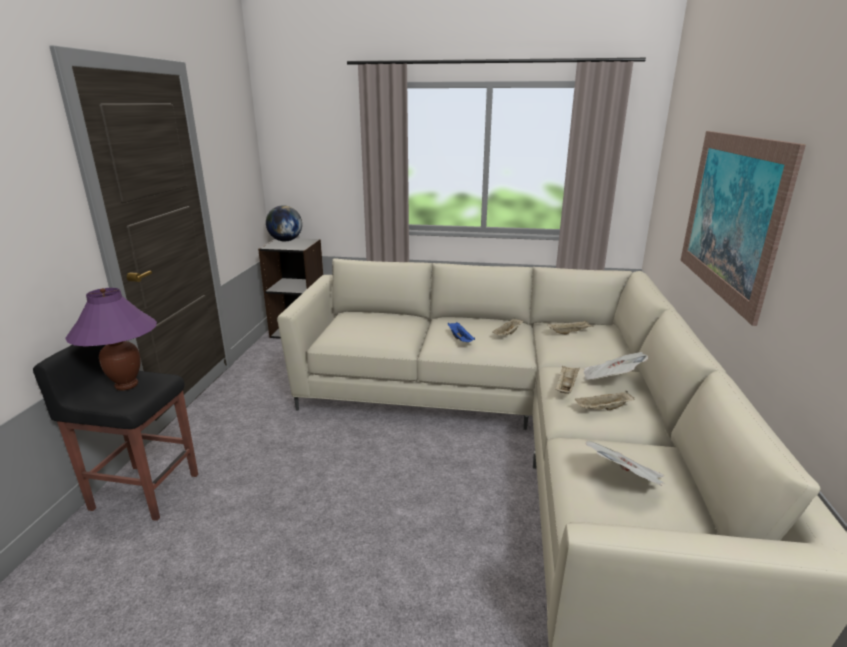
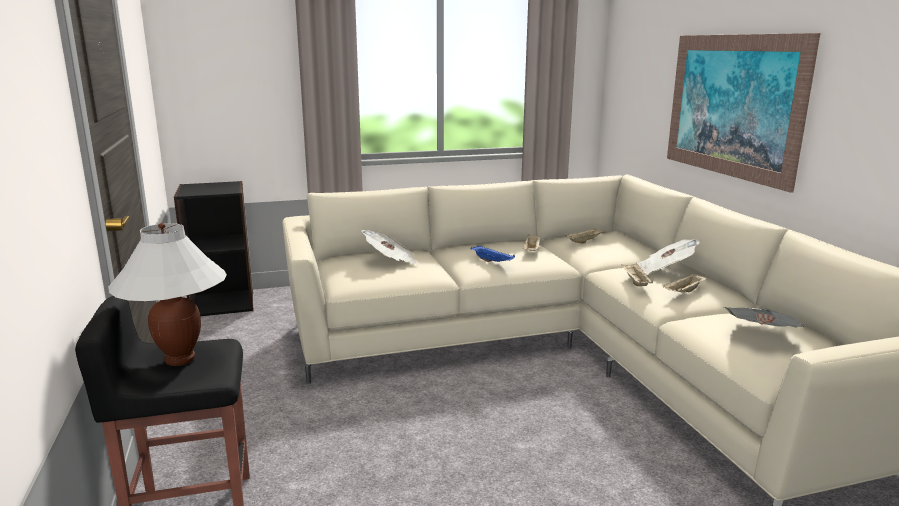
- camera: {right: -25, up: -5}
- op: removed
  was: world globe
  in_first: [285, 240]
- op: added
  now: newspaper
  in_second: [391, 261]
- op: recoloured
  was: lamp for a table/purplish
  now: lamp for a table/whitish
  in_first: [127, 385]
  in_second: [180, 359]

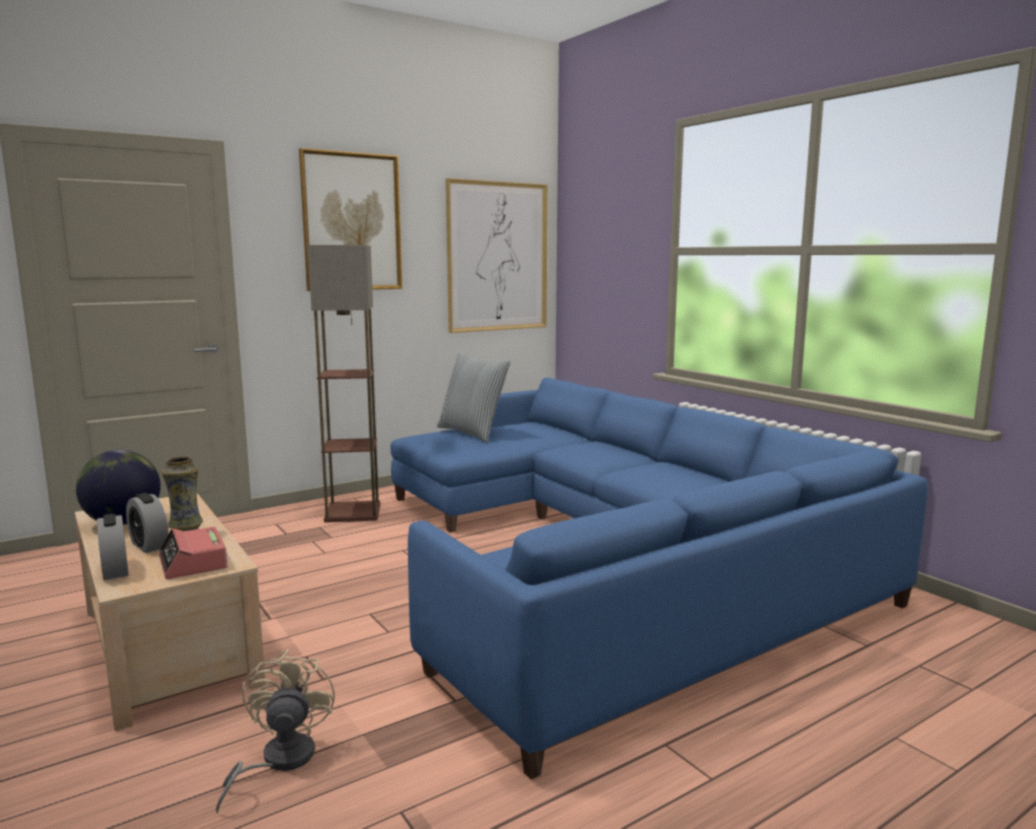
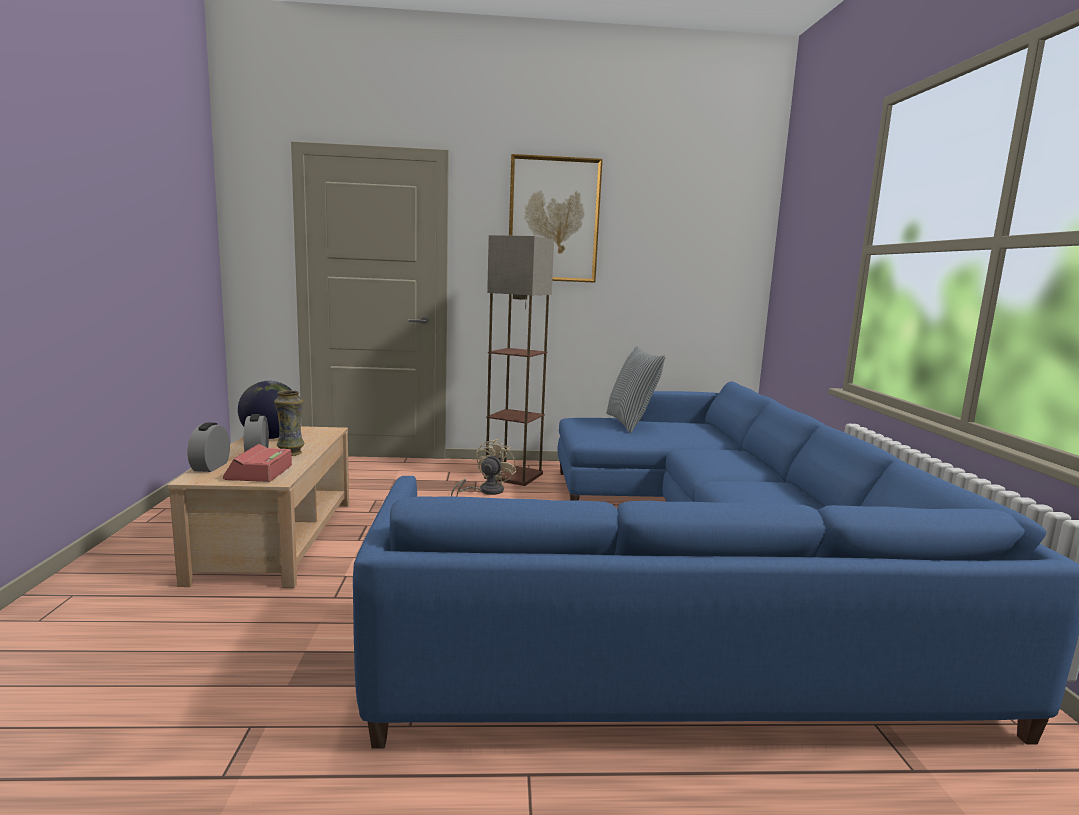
- camera: {right: 30, up: 0}
- op: removed
  was: wall art
  in_first: [497, 257]
- op: moved
  was: cooling fan/sand-coloured
  in_first: [278, 761]
  in_second: [485, 491]

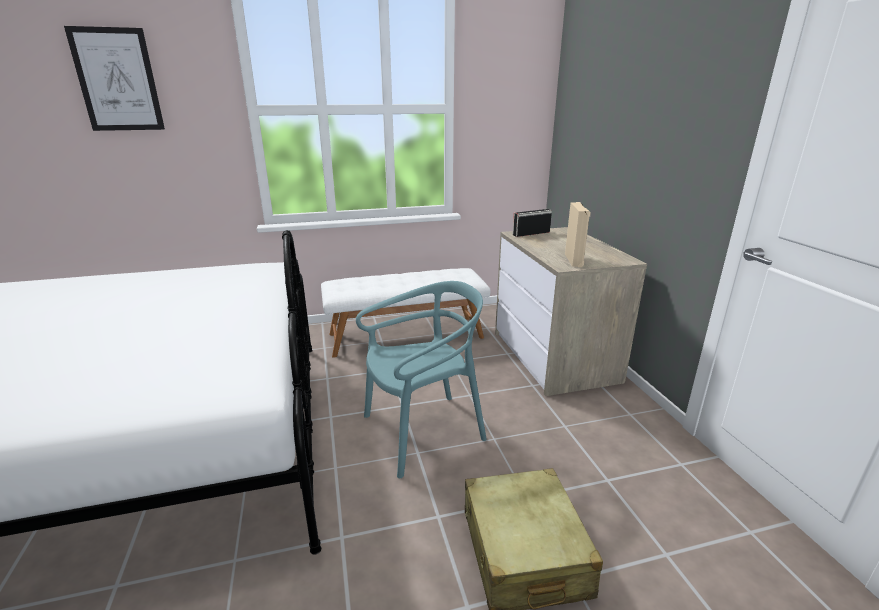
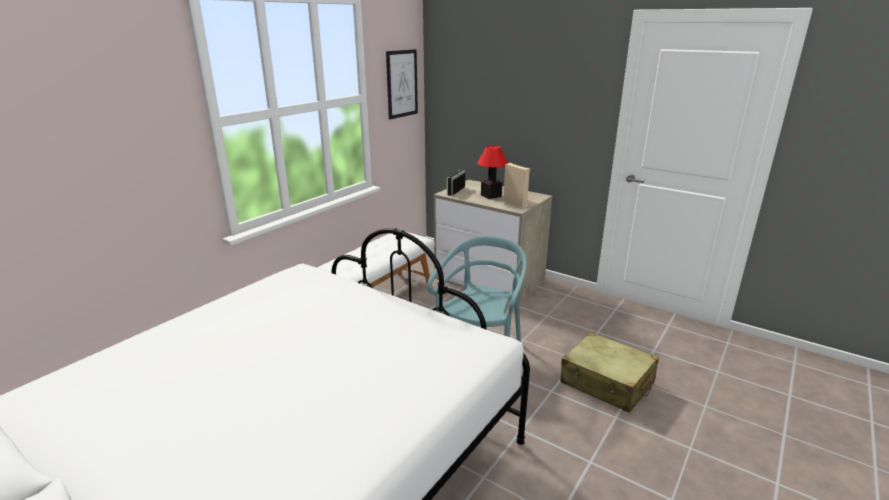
- camera: {right: -40, up: 0}
- op: added
  now: lamp for a table
  in_second: [491, 196]
- op: moved
  was: wall art
  in_first: [117, 80]
  in_second: [402, 84]

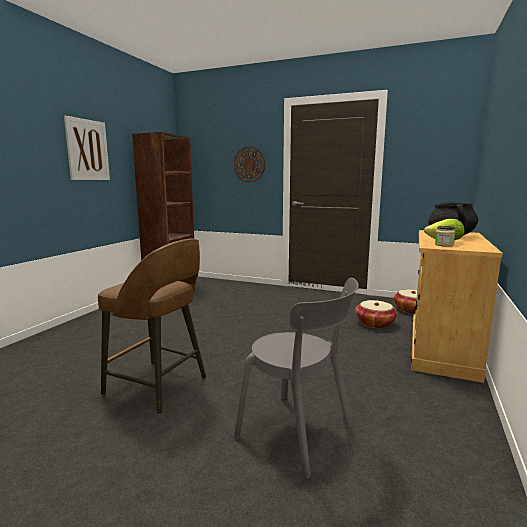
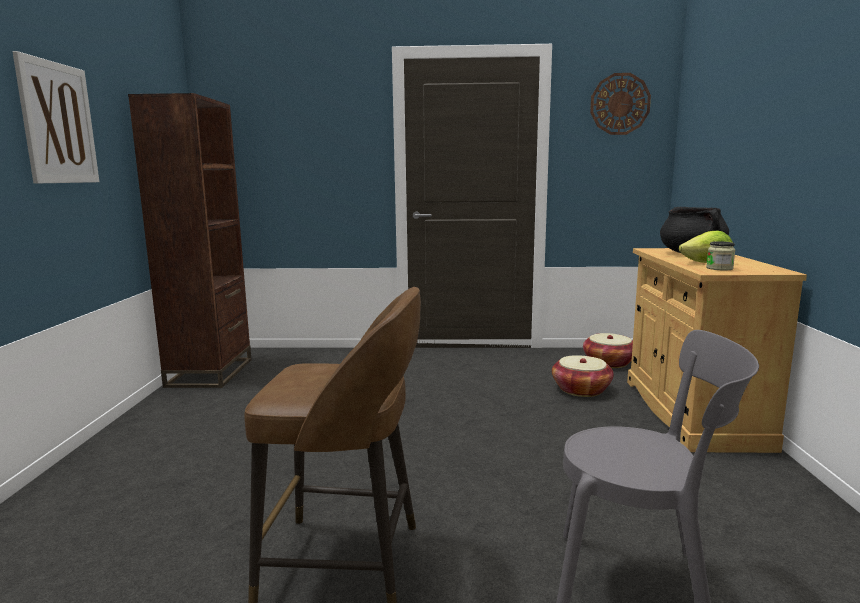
- camera: {right: -20, up: 0}
- op: moved
  was: hanging clock
  in_first: [249, 164]
  in_second: [620, 104]

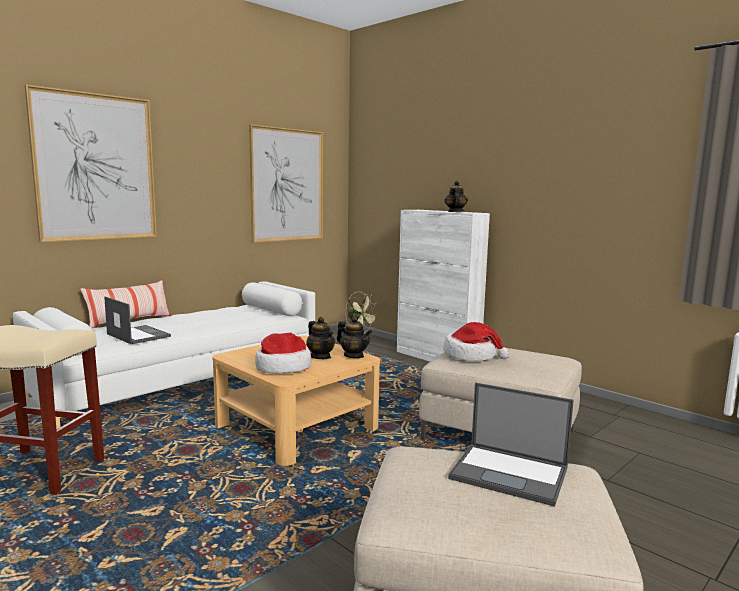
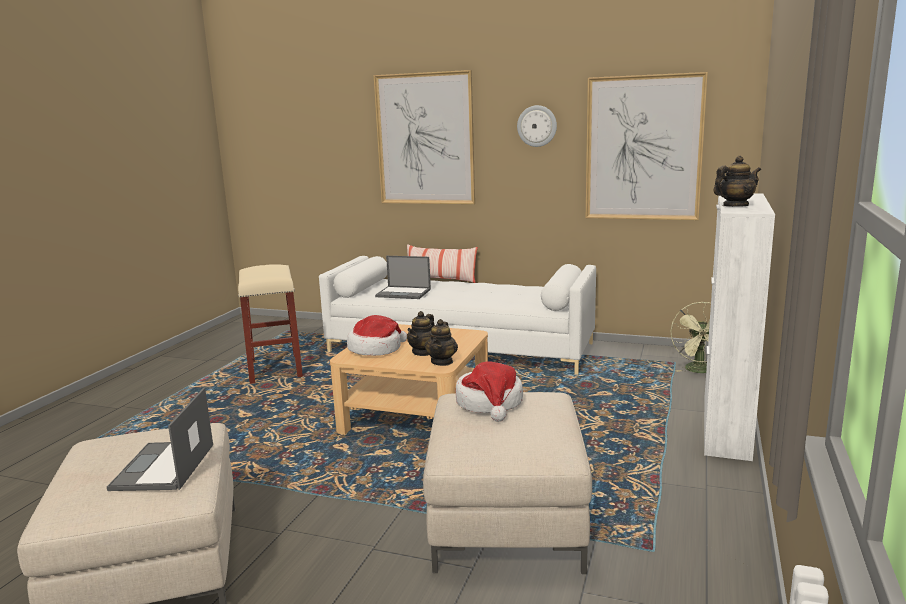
- camera: {right: 65, up: 5}
- op: added
  now: hanging clock
  in_second: [537, 126]
- op: turned
  was: notebook computer
  in_first: [138, 335]
  in_second: [404, 293]
  clockwise: 90

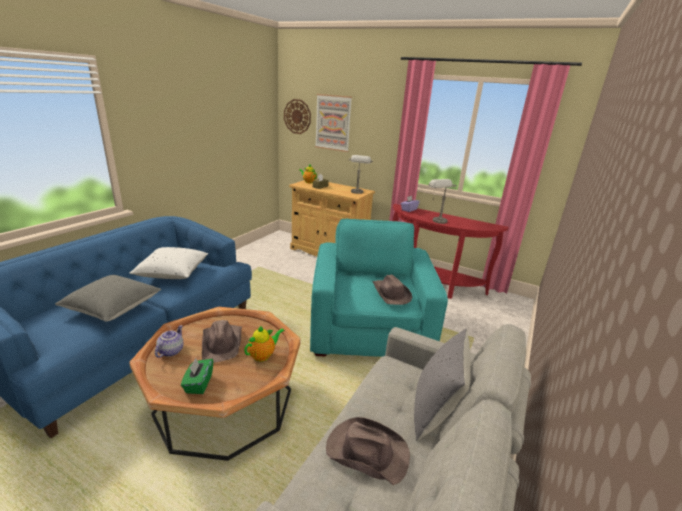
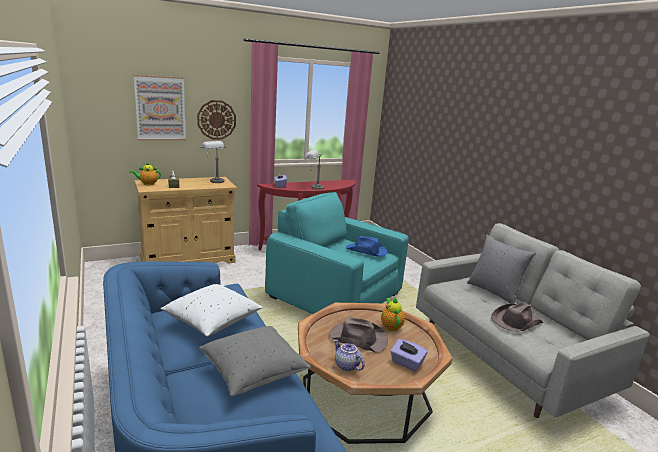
- camera: {right: -55, up: -5}
- op: moved
  was: hanging clock
  in_first: [297, 116]
  in_second: [216, 120]
- op: recoloured
  was: box of tissues/greenish
  now: box of tissues/purplish
  in_first: [198, 384]
  in_second: [406, 363]
- op: recoloured
  was: clothing hat/brown-coloured
  now: clothing hat/blue-coloured
  in_first: [390, 293]
  in_second: [366, 251]

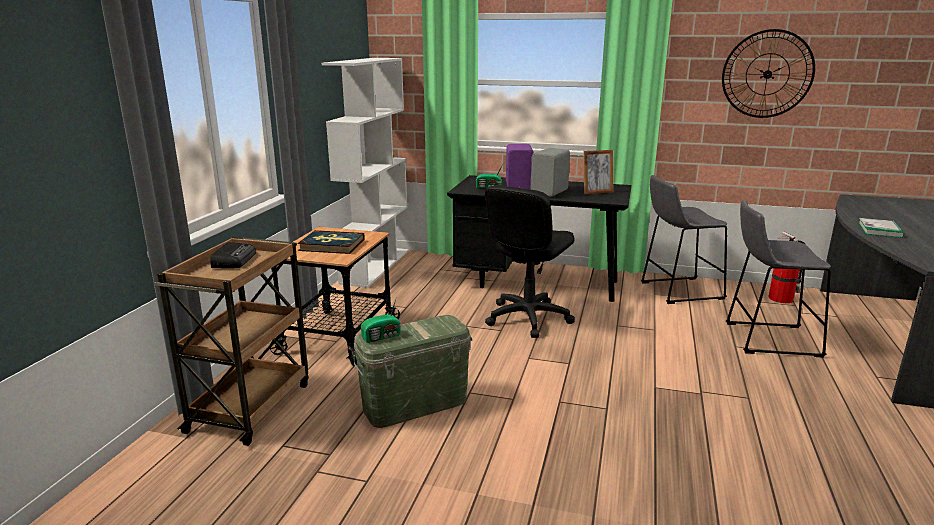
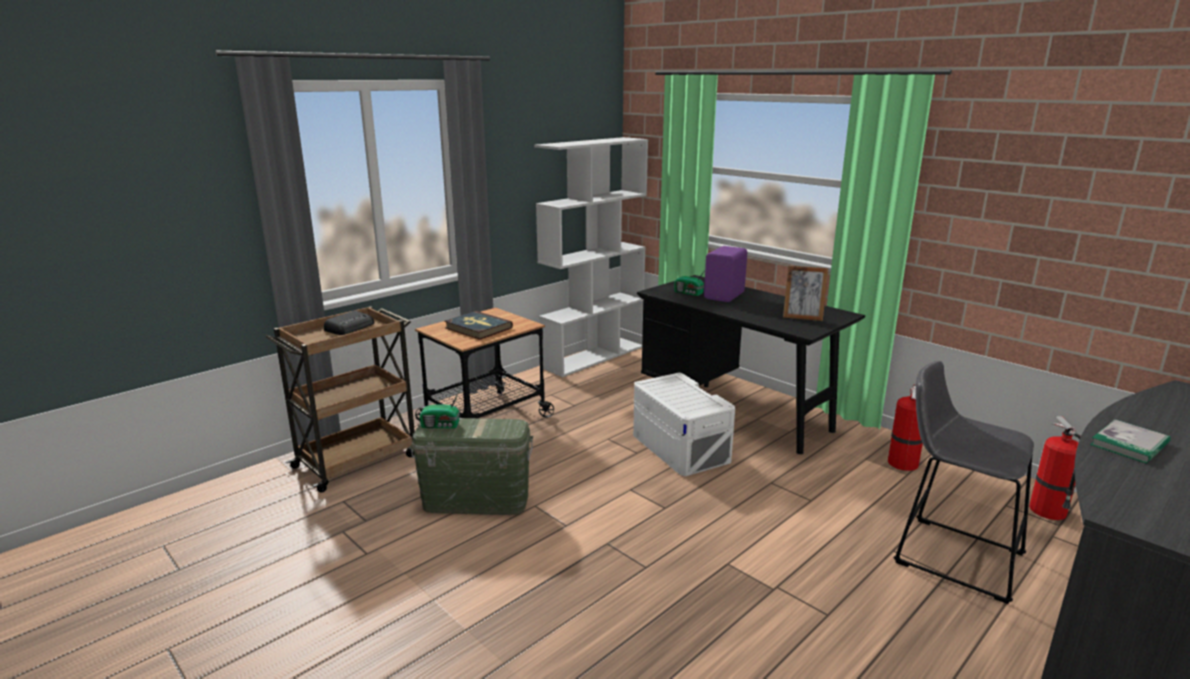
- camera: {right: 30, up: 0}
- op: removed
  was: speaker/grey
  in_first: [550, 192]
- op: removed
  was: hanging clock
  in_first: [767, 74]
- op: replaced
  was: desk chair/blackish
  now: storage bin/whitish
  in_first: [527, 318]
  in_second: [680, 447]
- op: replaced
  was: stool seat/grey
  now: extinguisher
  in_first: [677, 291]
  in_second: [902, 462]

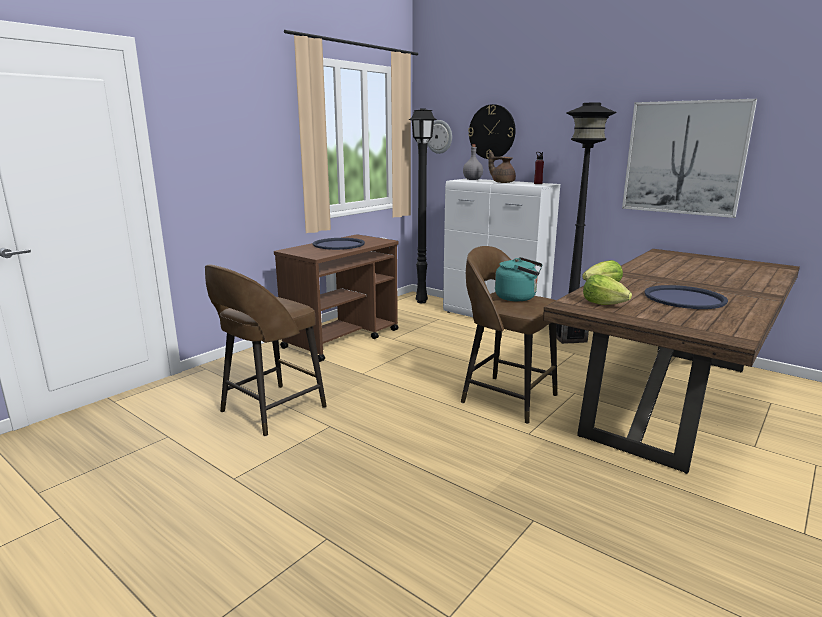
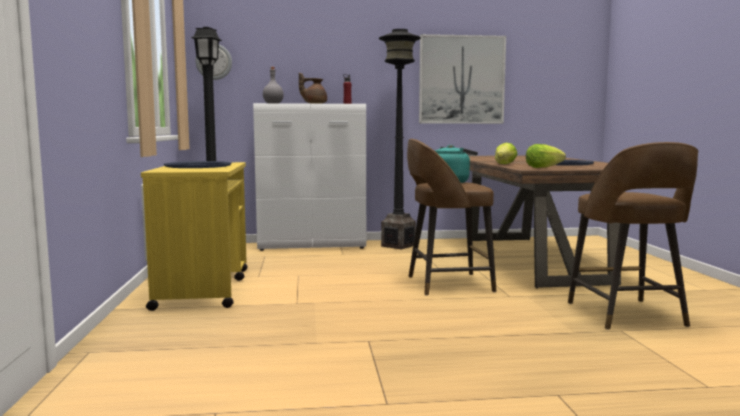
- camera: {right: -45, up: -10}
- op: removed
  was: hanging clock
  in_first: [492, 132]
- op: moved
  was: stool seat/brown-coloured
  in_first: [270, 410]
  in_second: [627, 315]
- op: recoloured
  was: cart/brown-coloured
  now: cart/yellowish
  in_first: [342, 338]
  in_second: [204, 287]

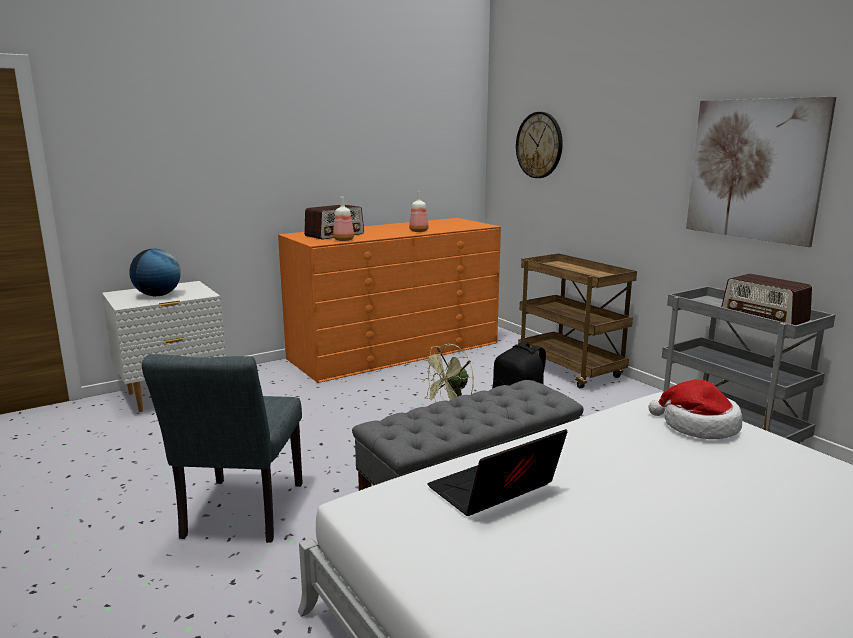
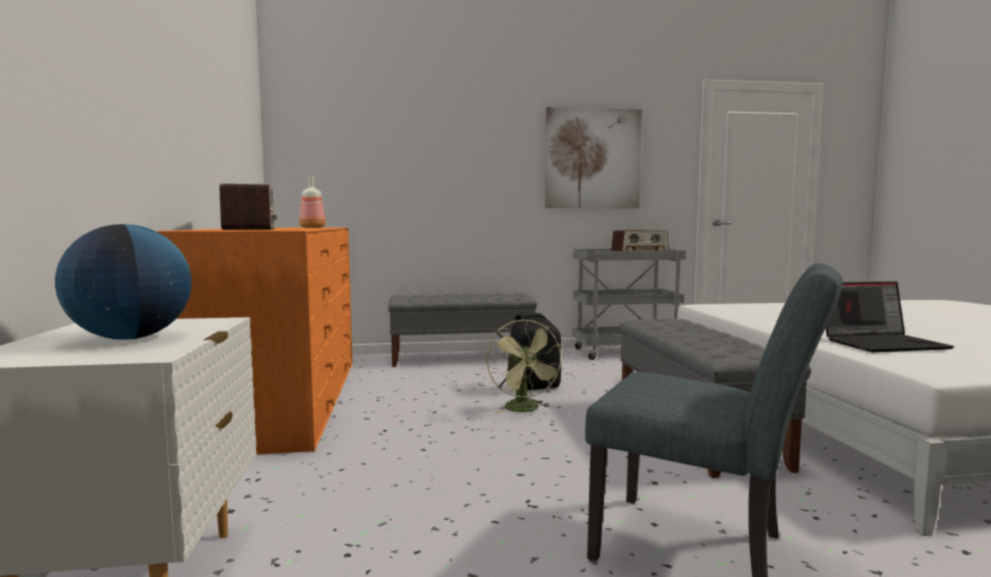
- camera: {right: -65, up: -10}
- op: removed
  was: drink bottle
  in_first: [344, 240]
- op: removed
  was: hanging clock
  in_first: [539, 145]
- op: removed
  was: clothing hat
  in_first: [698, 426]
- op: replaced
  was: cart/brown-coloured
  now: bench/grey
  in_first: [571, 370]
  in_second: [462, 358]
- op: turned
  was: notebook computer
  in_first: [494, 491]
  in_second: [882, 343]
  clockwise: -90

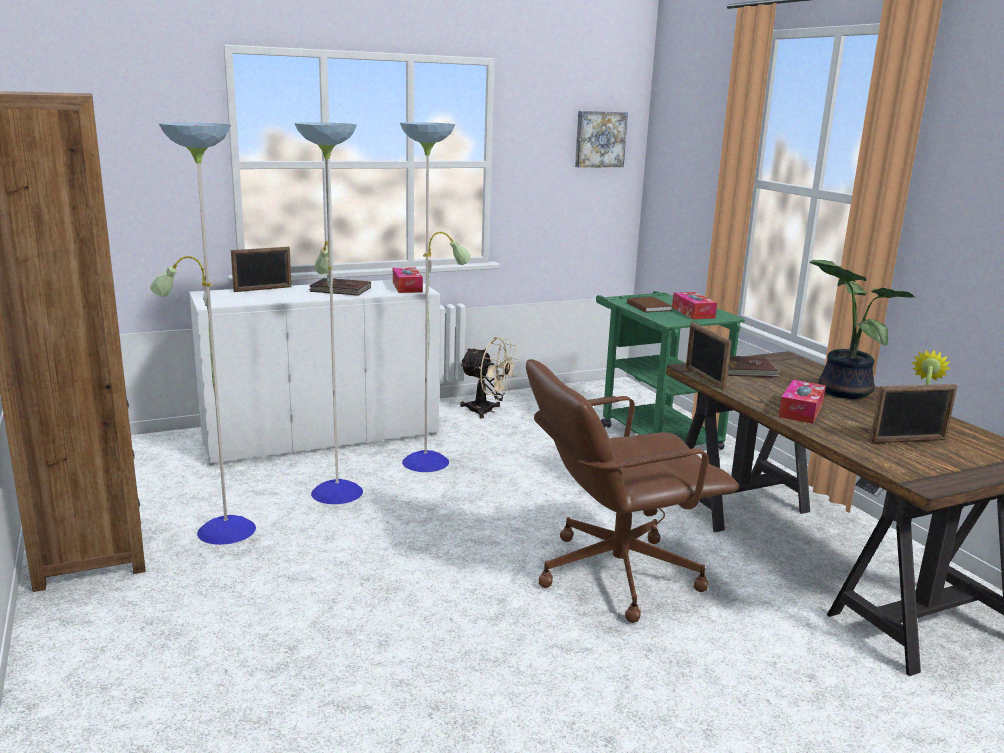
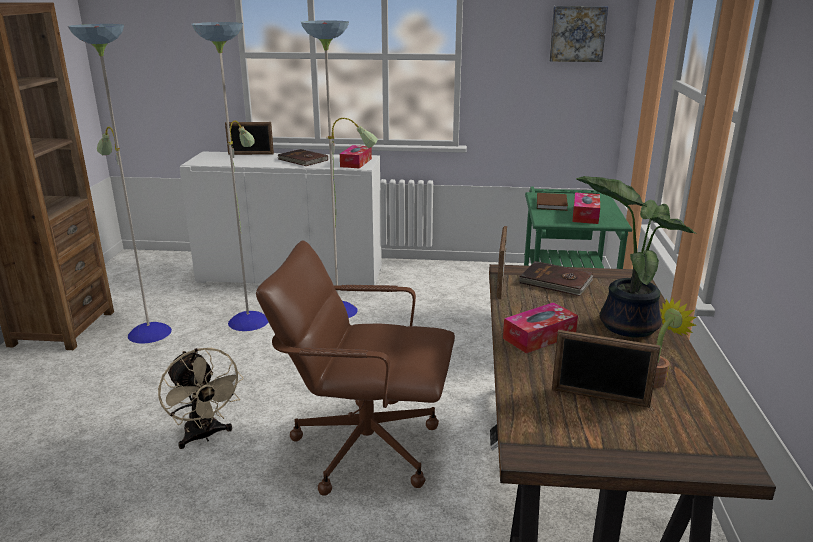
- camera: {right: 30, up: 5}
- op: moved
  was: cooling fan/sand-coloured
  in_first: [487, 411]
  in_second: [204, 436]

